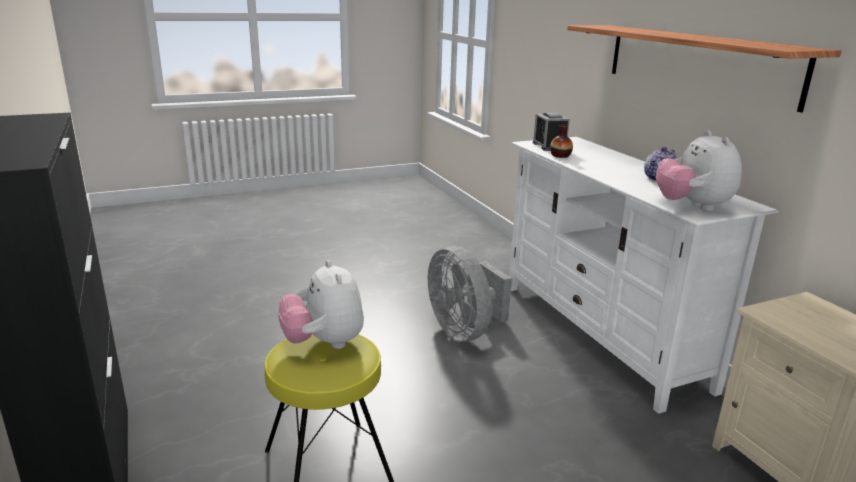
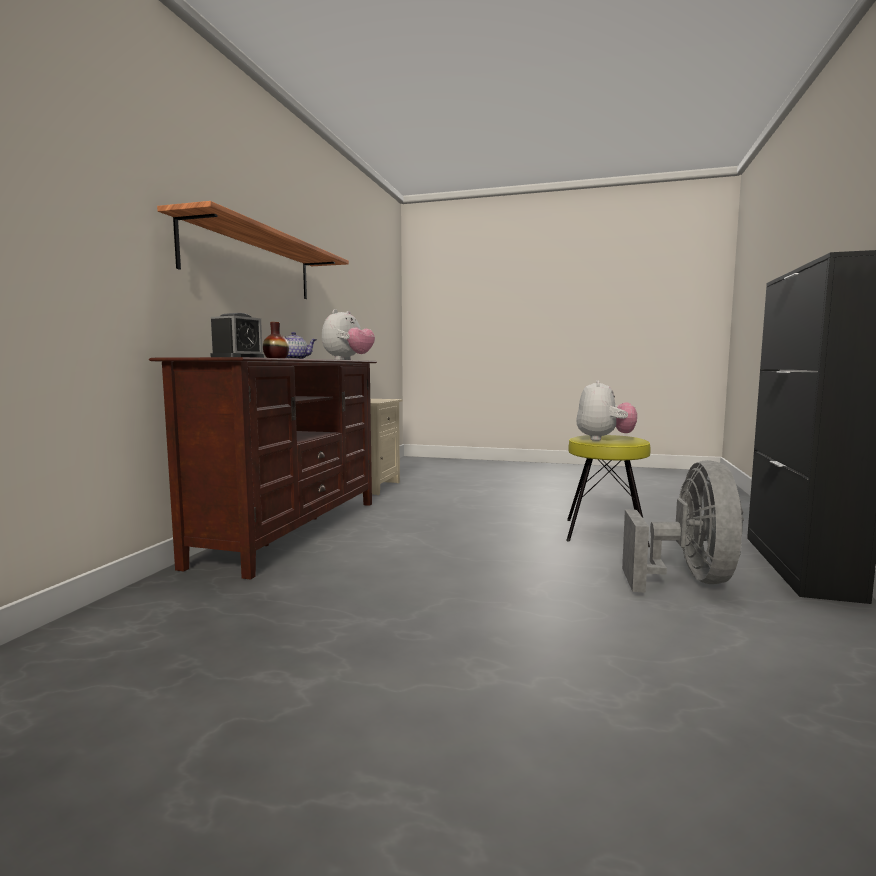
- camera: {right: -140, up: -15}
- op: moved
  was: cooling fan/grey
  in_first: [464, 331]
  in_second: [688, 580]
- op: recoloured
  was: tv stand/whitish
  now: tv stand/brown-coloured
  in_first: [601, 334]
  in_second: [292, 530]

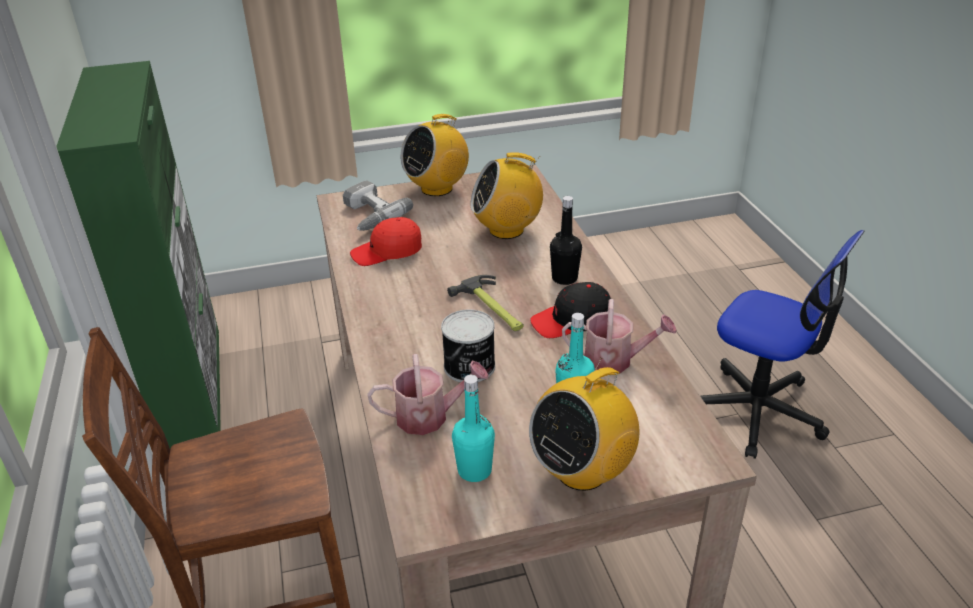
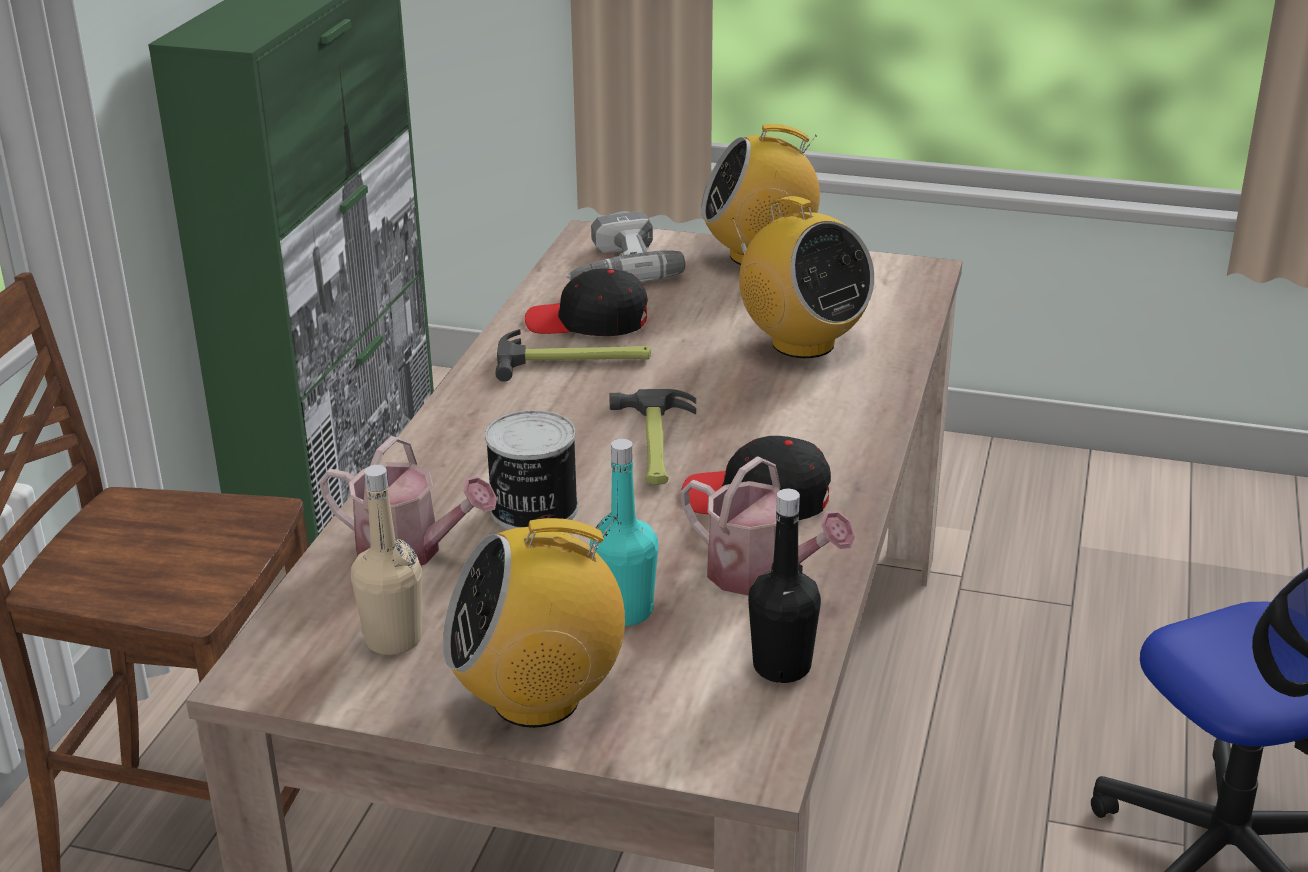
- camera: {right: 30, up: -5}
- op: added
  now: hand hammer
  in_second: [574, 361]
- op: moved
  was: drink bottle/blackish
  in_first: [564, 278]
  in_second: [782, 666]
- op: recoloured
  was: peaked cap/reddish
  now: peaked cap/blackish
  in_first: [387, 251]
  in_second: [588, 322]
- op: recoloured
  was: drink bottle/blue-green
  now: drink bottle/sand-coloured
  in_first: [474, 470]
  in_second: [393, 639]
- op: turned
  was: radio
  in_first: [507, 230]
  in_second: [802, 343]
  clockwise: -150

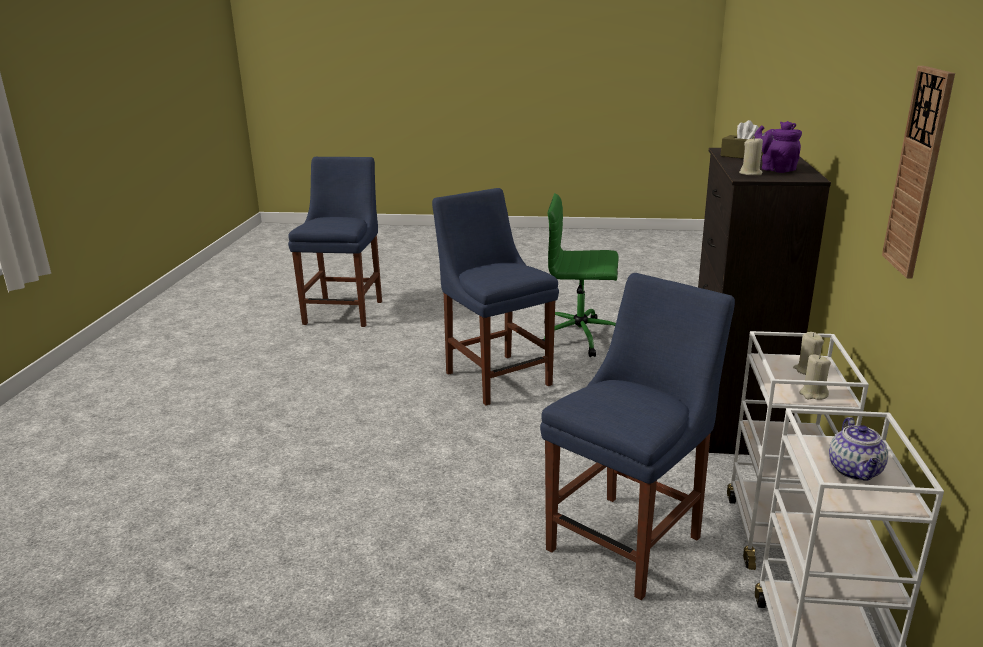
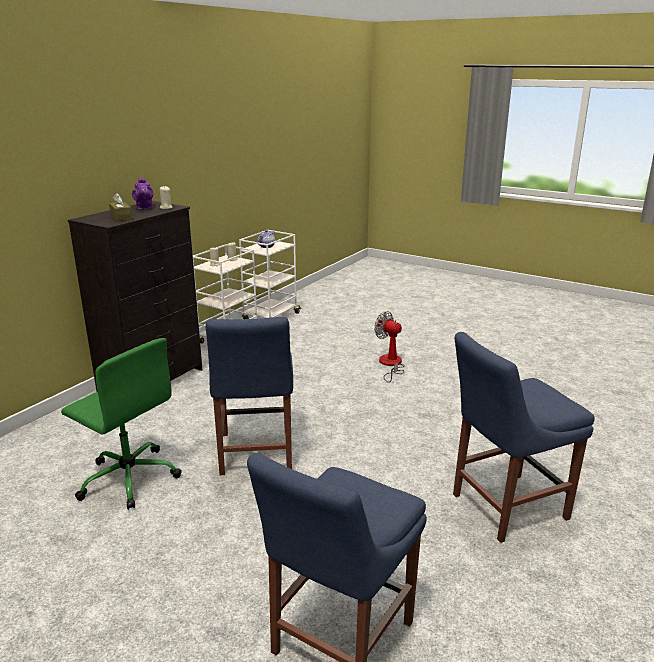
- camera: {right: -155, up: 0}
- op: removed
  was: hanging clock
  in_first: [918, 172]
- op: added
  now: cooling fan
  in_second: [390, 365]
- op: moved
  was: chair/blue-coloured
  in_first: [629, 540]
  in_second: [504, 507]

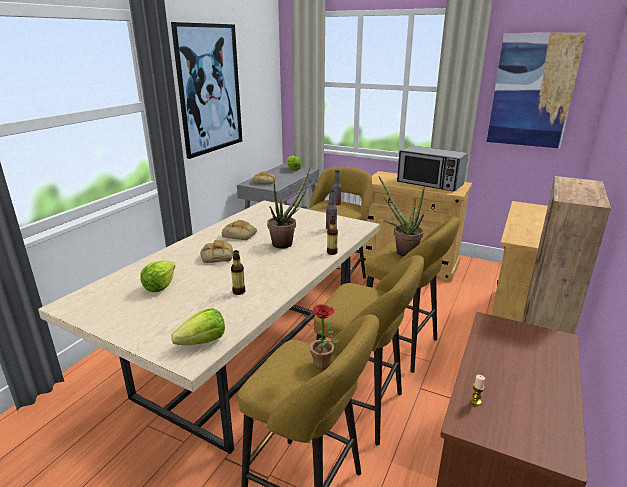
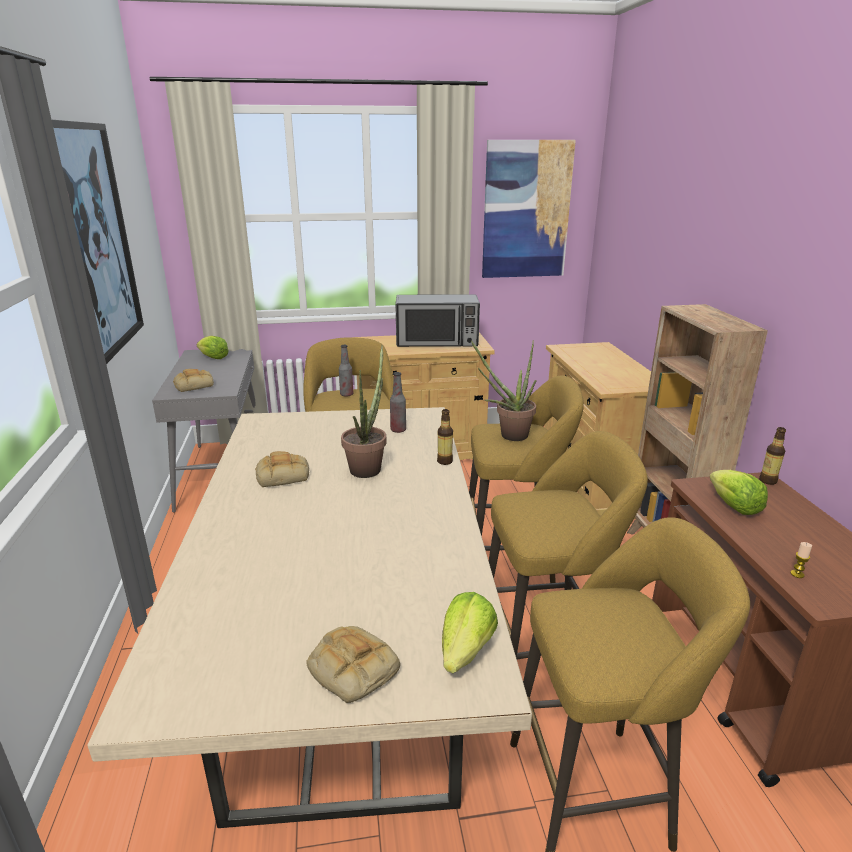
- camera: {right: -35, up: 0}
- op: removed
  was: potted plant
  in_first: [325, 365]
- op: moved
  was: lettuce
  in_first: [160, 286]
  in_second: [734, 506]
- op: moved
  was: baked bread
  in_first: [217, 256]
  in_second: [351, 669]
- op: moved
  was: drink bottle
  in_first: [239, 292]
  in_second: [767, 481]

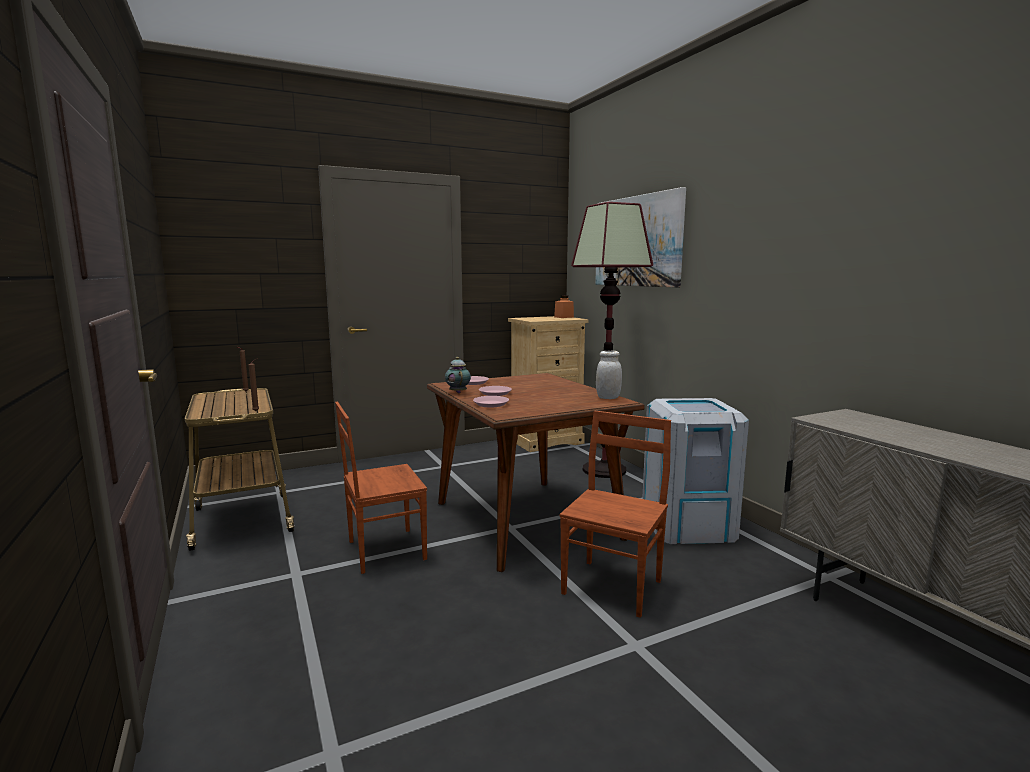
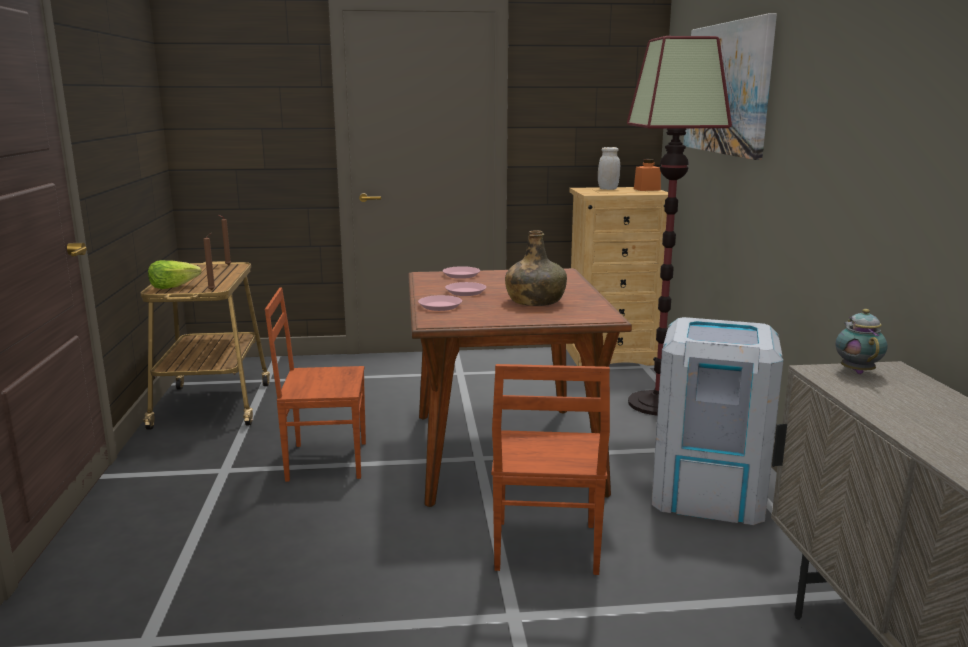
- camera: {right: 20, up: 5}
- op: added
  now: lettuce
  in_second: [173, 286]
- op: added
  now: drink bottle/greenish
  in_second: [535, 301]
- op: moved
  was: teapot
  in_first: [458, 392]
  in_second: [856, 371]
- op: moved
  was: storage jar/whitish
  in_first: [608, 398]
  in_second: [608, 189]
- op: turned
  was: chair/brown-coloured
  in_first: [614, 587]
  in_second: [544, 548]
  clockwise: 135

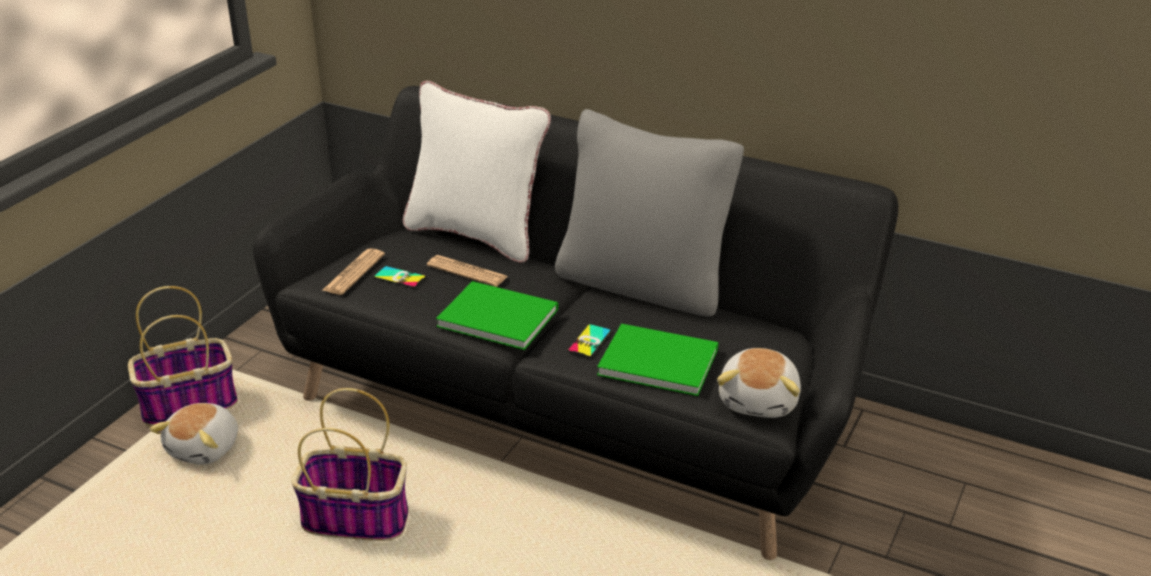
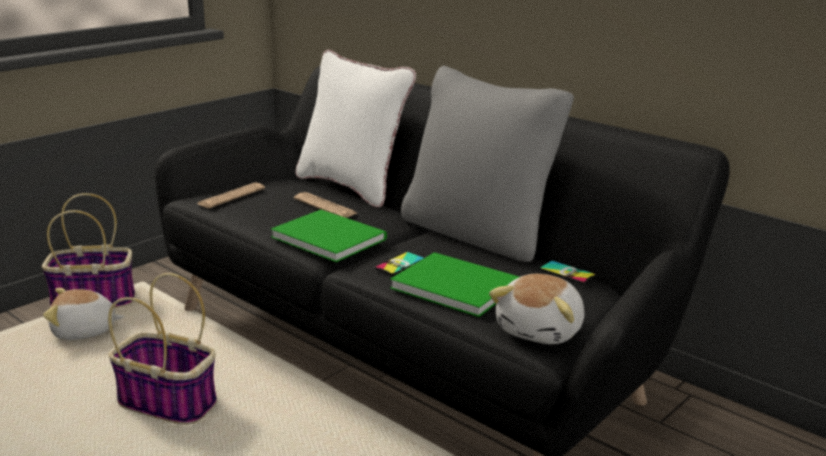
- camera: {right: 15, up: -10}
- op: moved
  was: telephone
  in_first: [399, 277]
  in_second: [567, 272]
- op: turned
  was: soft toy
  in_first: [205, 448]
  in_second: [84, 331]
  clockwise: 45

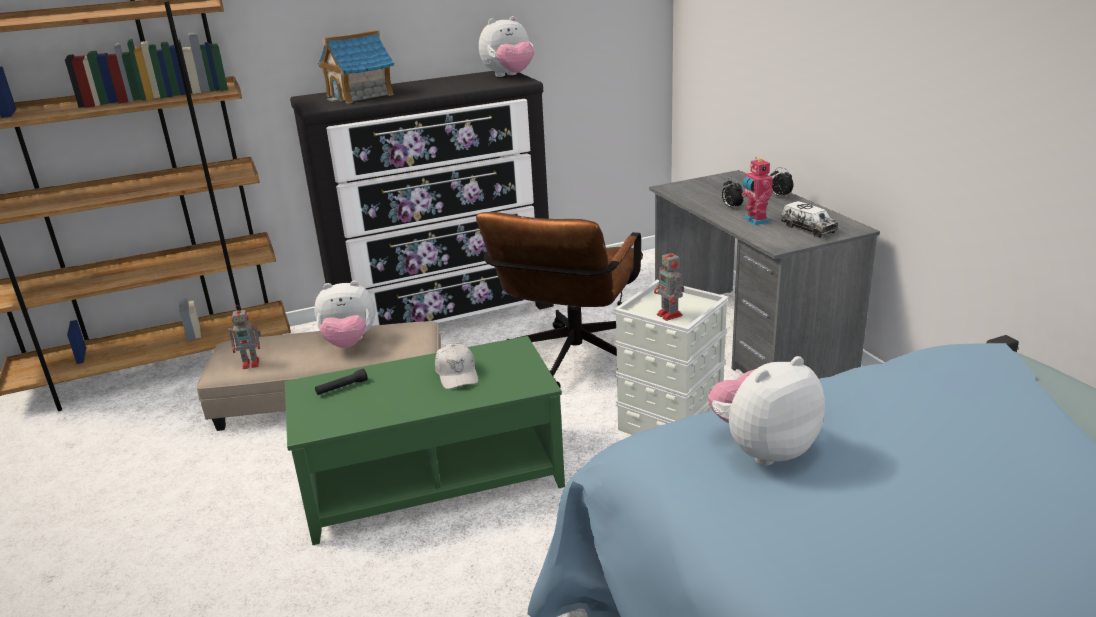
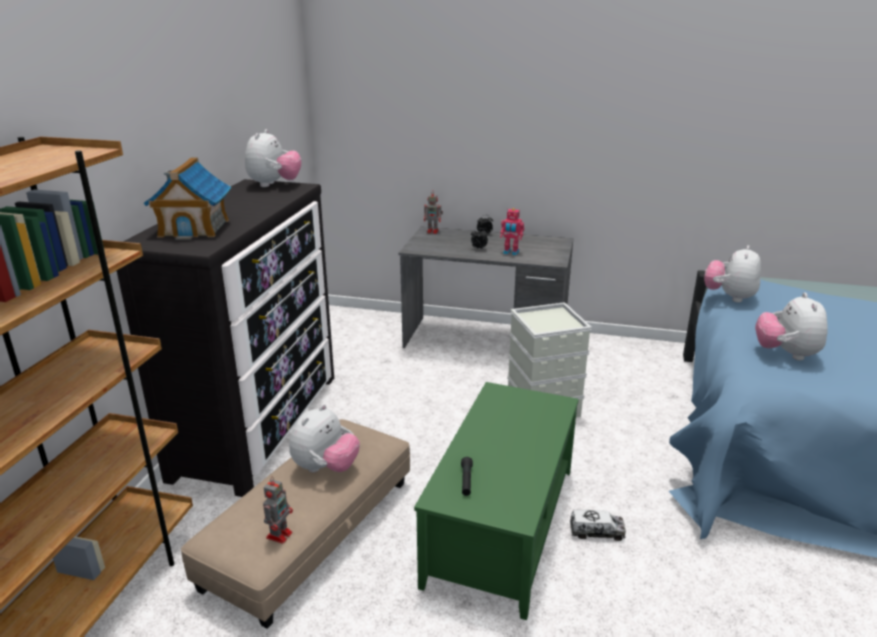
- camera: {right: -55, up: 0}
- op: removed
  was: peaked cap/whitish
  in_first: [457, 374]
- op: removed
  was: desk chair/brown-coloured
  in_first: [571, 365]
- op: added
  now: soft toy
  in_second: [729, 297]
- op: moved
  was: robot figure
  in_first: [670, 315]
  in_second: [433, 231]
- op: moved
  was: toy lorry
  in_first: [808, 229]
  in_second: [596, 532]

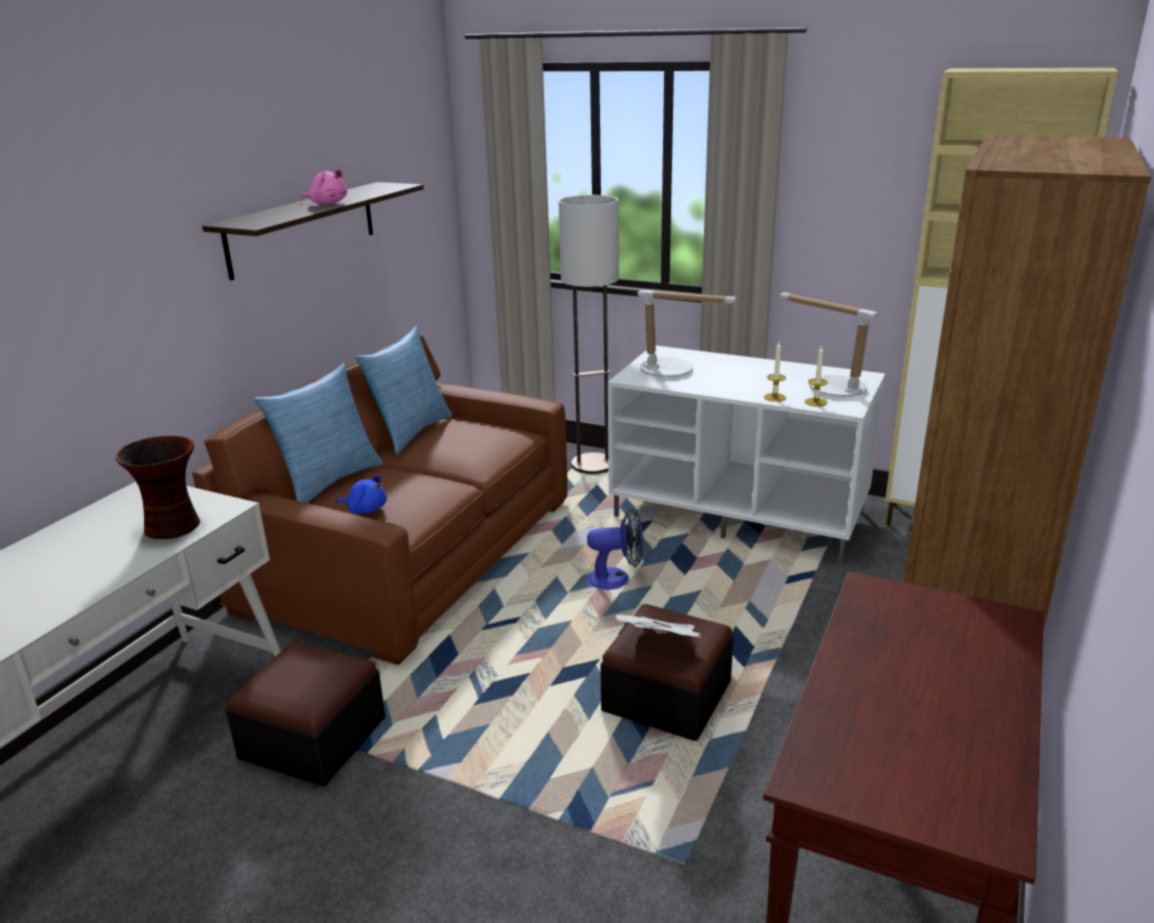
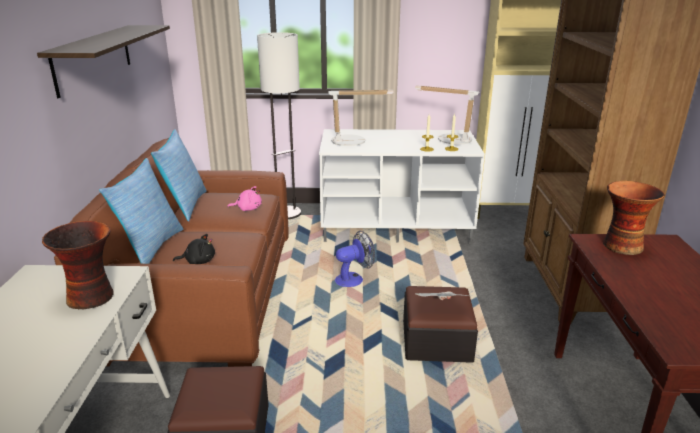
- camera: {right: -25, up: 0}
- op: added
  now: vase
  in_second: [621, 245]
- op: moved
  was: soft toy/pink-coloured
  in_first: [327, 203]
  in_second: [247, 209]
- op: recoloured
  was: soft toy/blue-coloured
  now: soft toy/blackish
  in_first: [365, 509]
  in_second: [198, 261]

